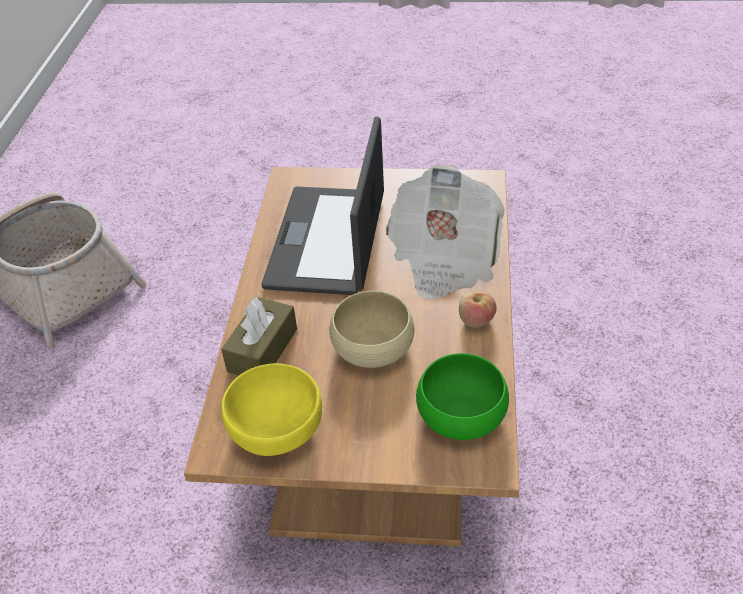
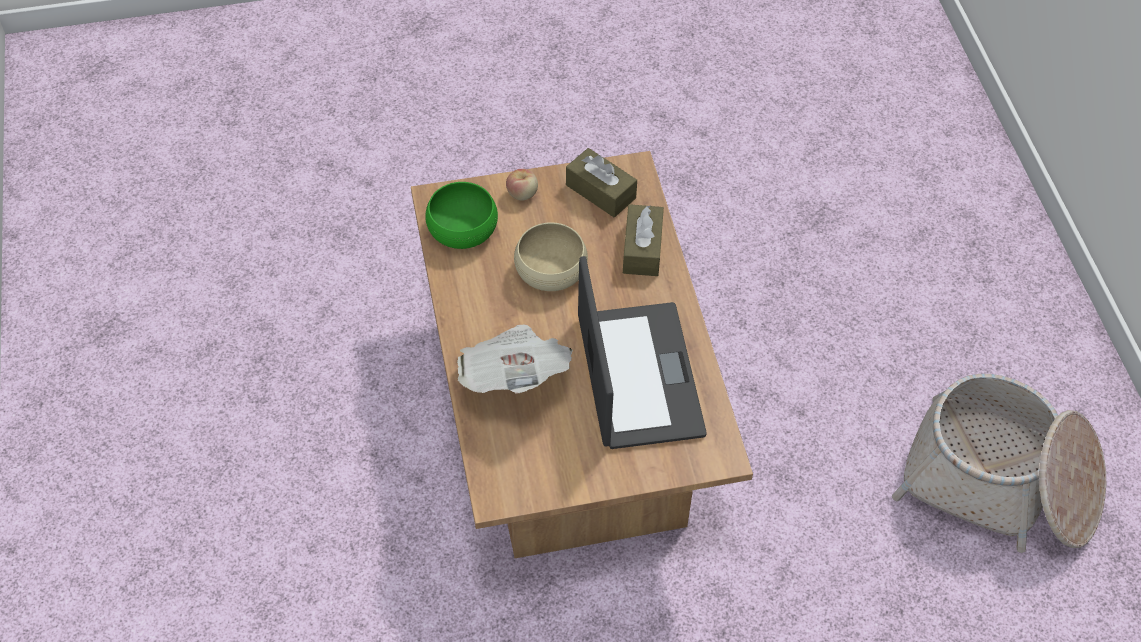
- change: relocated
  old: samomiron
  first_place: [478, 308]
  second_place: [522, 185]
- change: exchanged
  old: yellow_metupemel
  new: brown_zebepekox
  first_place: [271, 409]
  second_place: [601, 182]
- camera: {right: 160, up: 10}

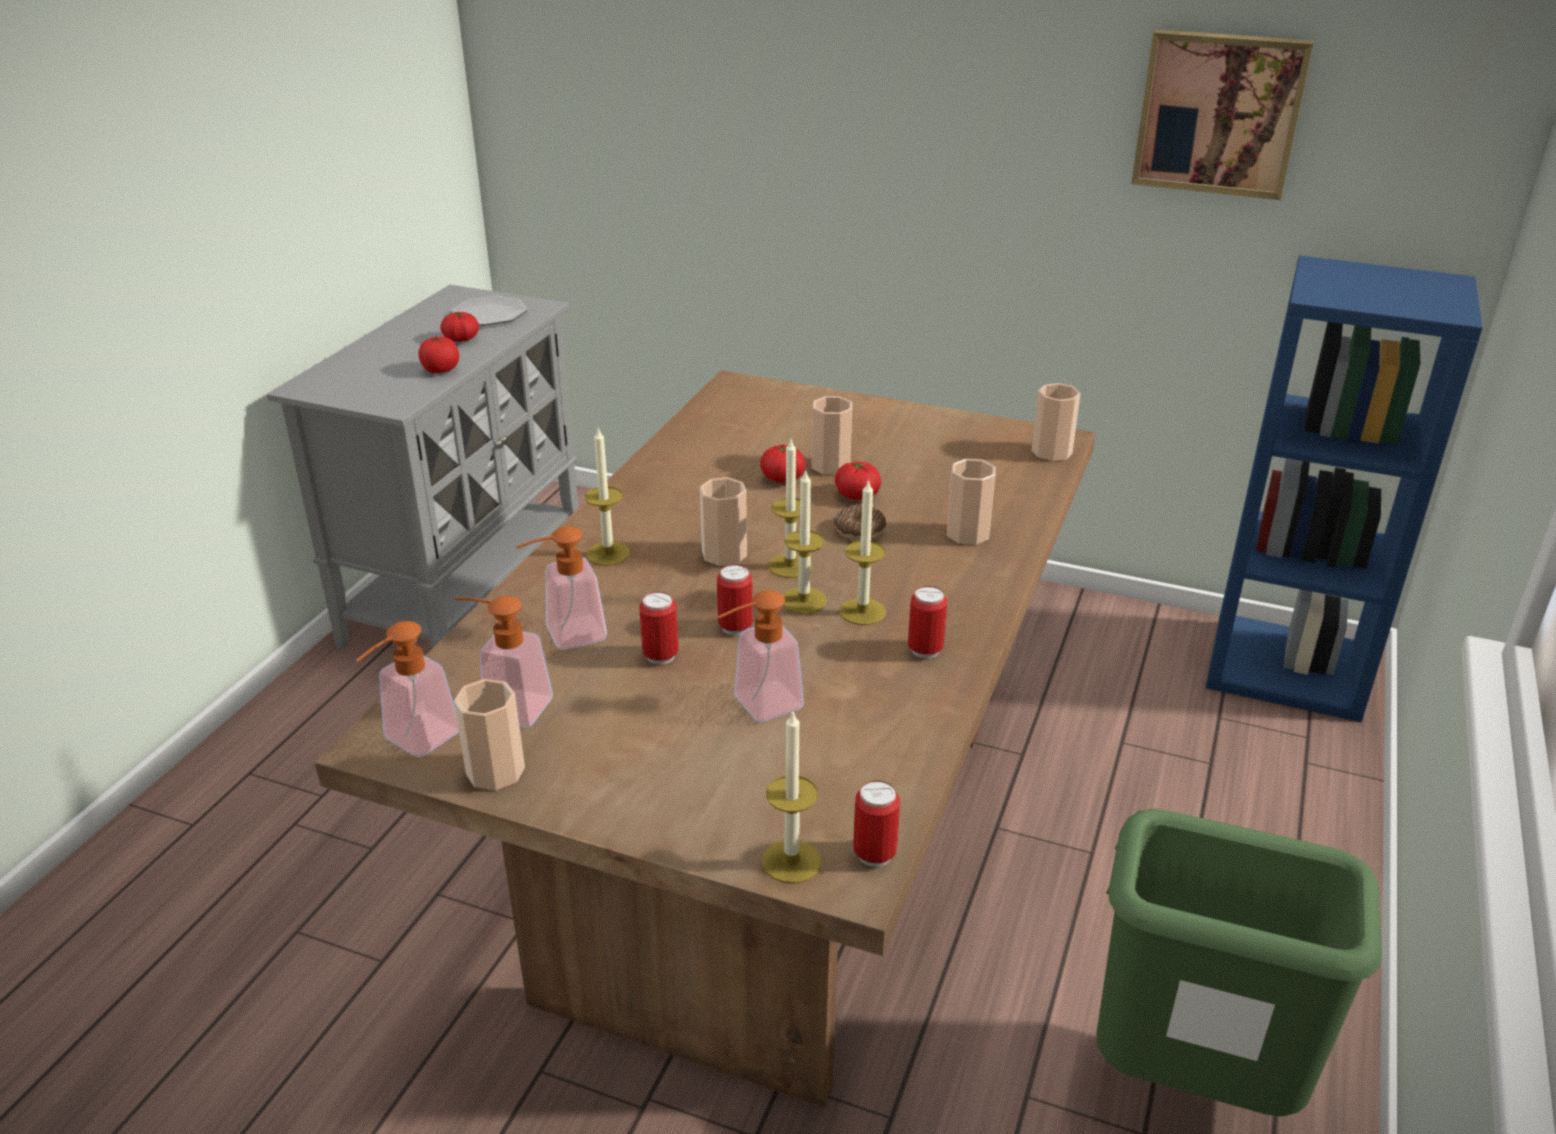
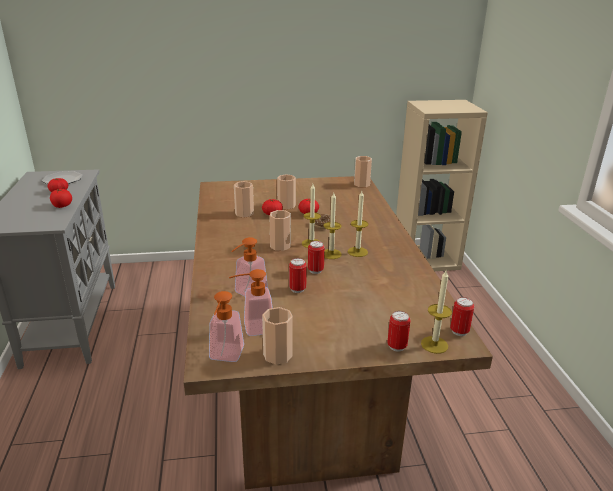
- change: missing
  old: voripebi
  first_place: [1222, 114]
- change: colour
  old: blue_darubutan
  new: beige_darubutan
  first_place: [1344, 489]
  second_place: [442, 185]
- change: missing
  old: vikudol
  first_place: [607, 496]
- change: relocated
  old: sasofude
  first_place: [971, 502]
  second_place: [244, 199]
- change: relocated
  old: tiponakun
  first_place: [927, 622]
  second_place: [399, 331]
- change: missing
  old: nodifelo
  first_place: [761, 656]
- change: missing
  old: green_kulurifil
  first_place: [1239, 963]
- camera: {right: -30, up: -5}

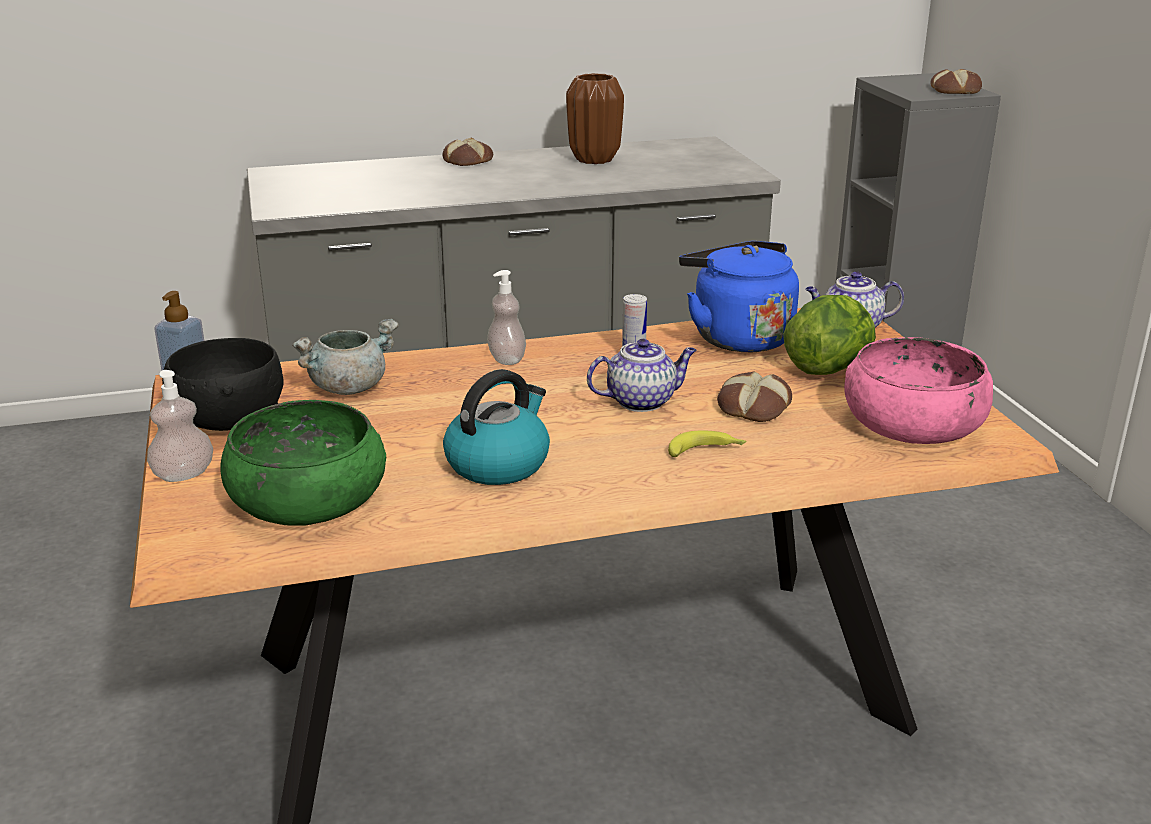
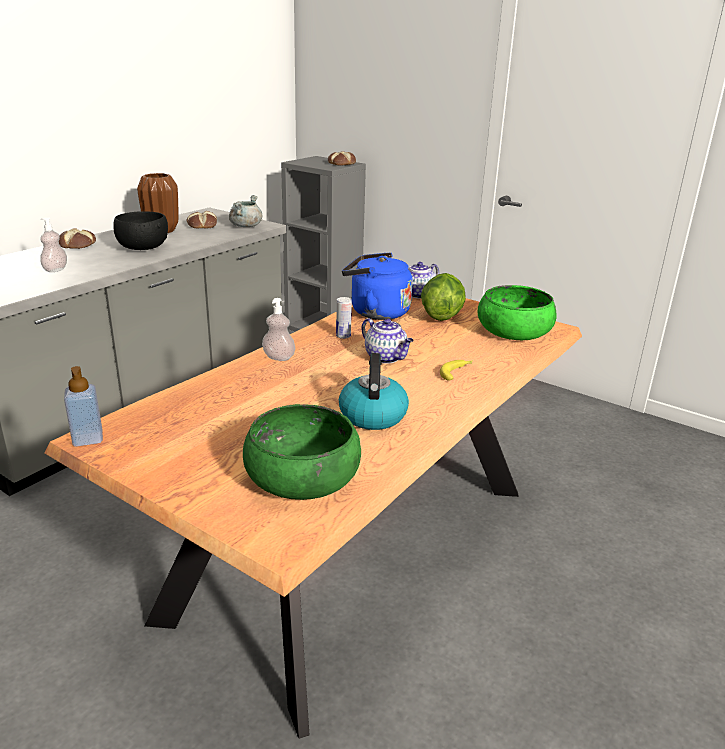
- change: relocated
  old: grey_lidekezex
  first_place: [345, 357]
  second_place: [246, 211]
- change: colour
  old: pink_metupemel
  new: green_metupemel
  first_place: [918, 390]
  second_place: [517, 312]
- change: relocated
  old: black_metupemel
  first_place: [222, 384]
  second_place: [140, 230]
- change: spun
  old: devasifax
  first_place: [642, 375]
  second_place: [388, 341]
  degrees: 105
- change: relocated
  old: nodifelo
  first_place: [180, 426]
  second_place: [53, 244]
- change: relocated
  old: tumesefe
  first_place: [754, 397]
  second_place: [202, 219]
- camera: {right: -40, up: 0}

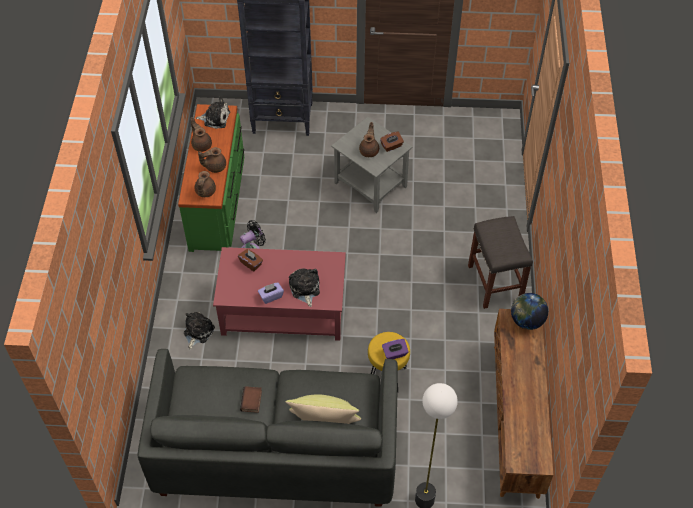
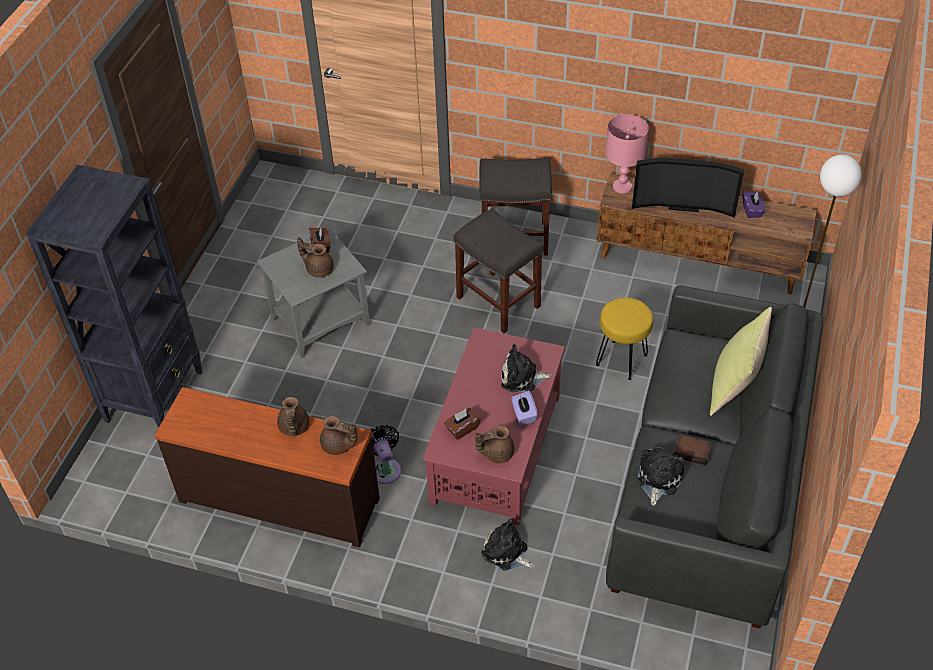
- change: relocated
  old: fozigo
  first_place: [213, 113]
  second_place: [660, 477]
- change: colour
  old: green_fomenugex
  new: brown_fomenugex
  first_place: [211, 178]
  second_place: [267, 467]
- change: relocated
  old: brown_devasifax
  first_place: [201, 134]
  second_place: [494, 444]
- change: exchanged
  old: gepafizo
  new: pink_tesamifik
  first_place: [529, 311]
  second_place: [627, 154]
- change: relocated
  old: purple_zebepekox
  first_place: [395, 349]
  second_place: [754, 204]
- change: appeared
  new: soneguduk
  second_place: [688, 188]
- change: appeared
  new: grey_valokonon
  second_place: [499, 270]
- camera: {right: -75, up: -5}

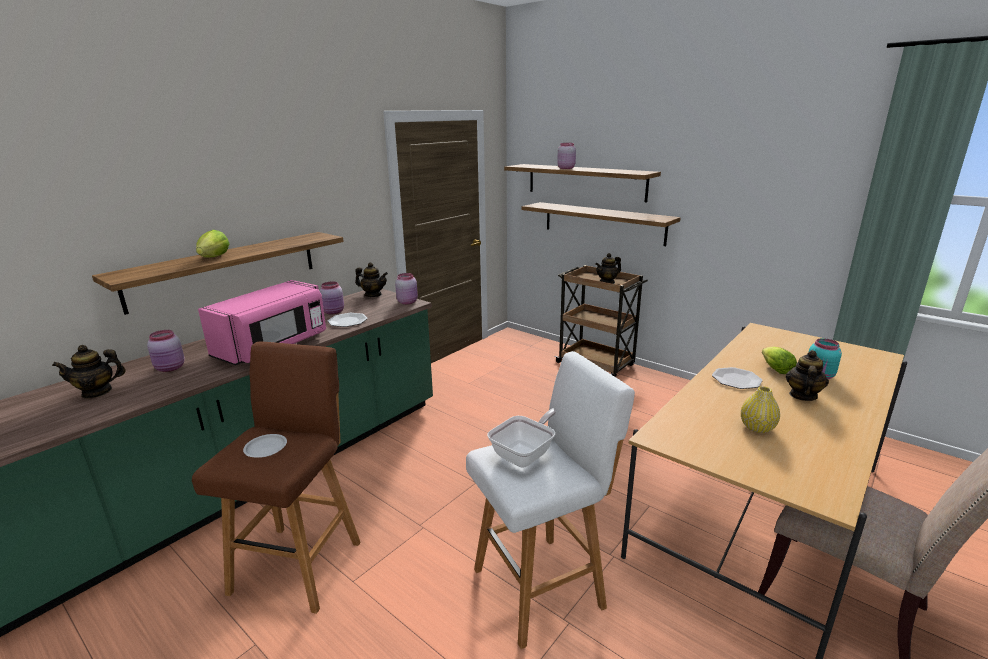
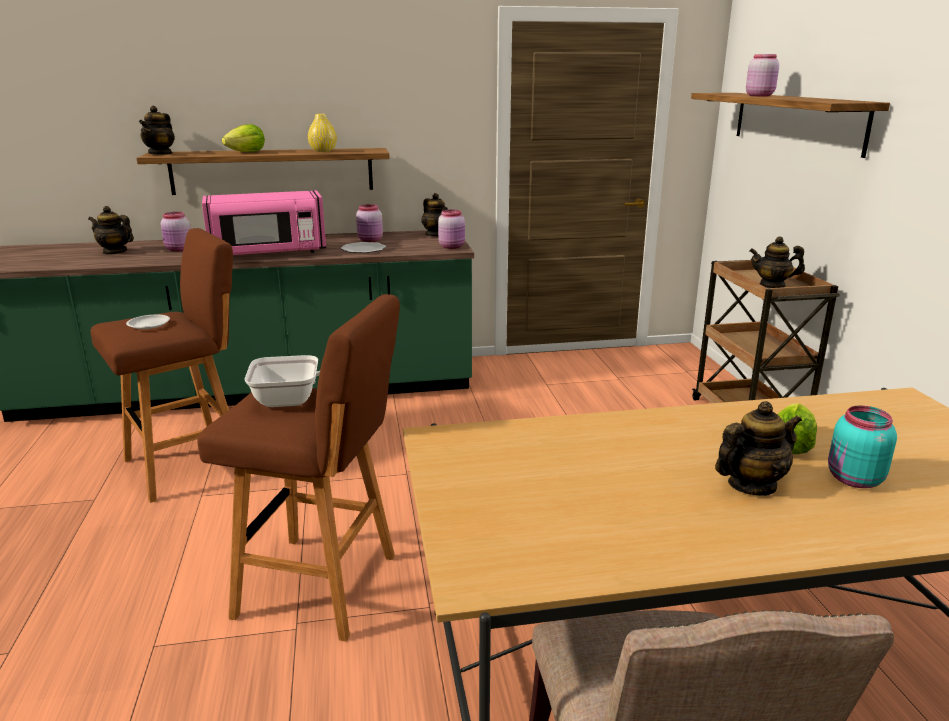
- change: missing
  old: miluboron
  first_place: [601, 224]
- change: colour
  old: white_valokonon
  new: brown_valokonon
  first_place: [550, 500]
  second_place: [298, 468]
- change: missing
  old: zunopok
  first_place: [737, 378]
- change: relocated
  old: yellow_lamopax
  first_place: [760, 409]
  second_place: [322, 133]
- change: appeared
  new: devasifax
  second_place: [157, 130]
- camera: {right: 40, up: 0}

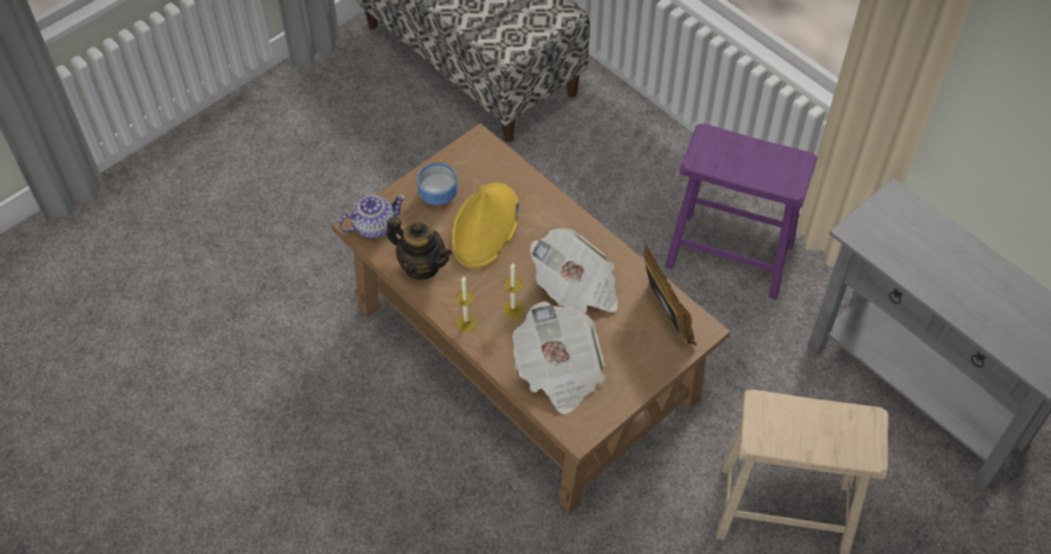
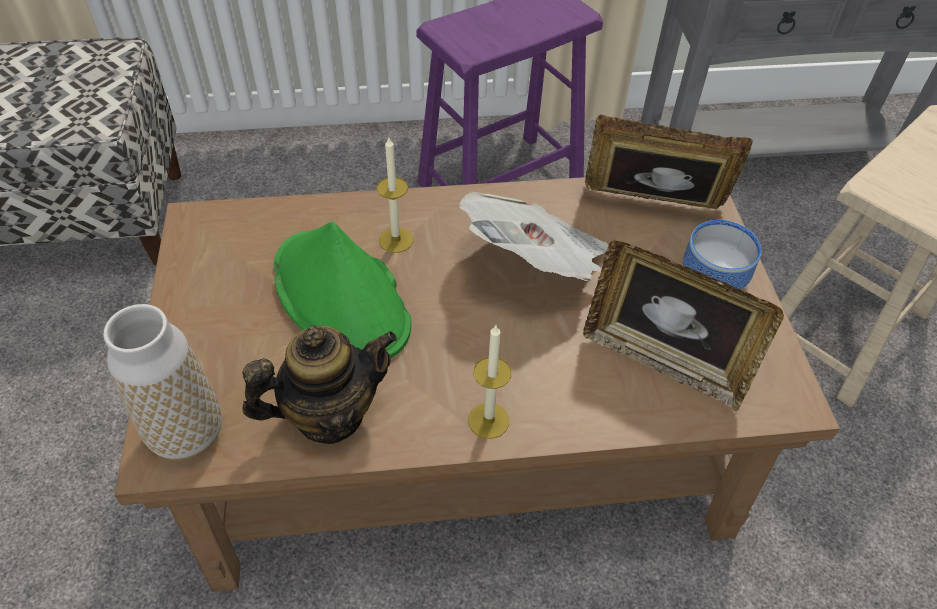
- change: relocated
  old: metupemel
  first_place: [437, 184]
  second_place: [722, 255]
- change: colour
  old: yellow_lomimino
  new: green_lomimino
  first_place: [485, 226]
  second_place: [342, 290]
- change: exchanged
  old: devasifax
  new: lamopax
  first_place: [372, 216]
  second_place: [162, 382]
- change: relocated
  old: vikudol
  first_place: [513, 291]
  second_place: [395, 194]
- change: exchanged
  old: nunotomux
  new: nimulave
  first_place: [559, 357]
  second_place: [683, 325]
- camera: {right: -55, up: -5}

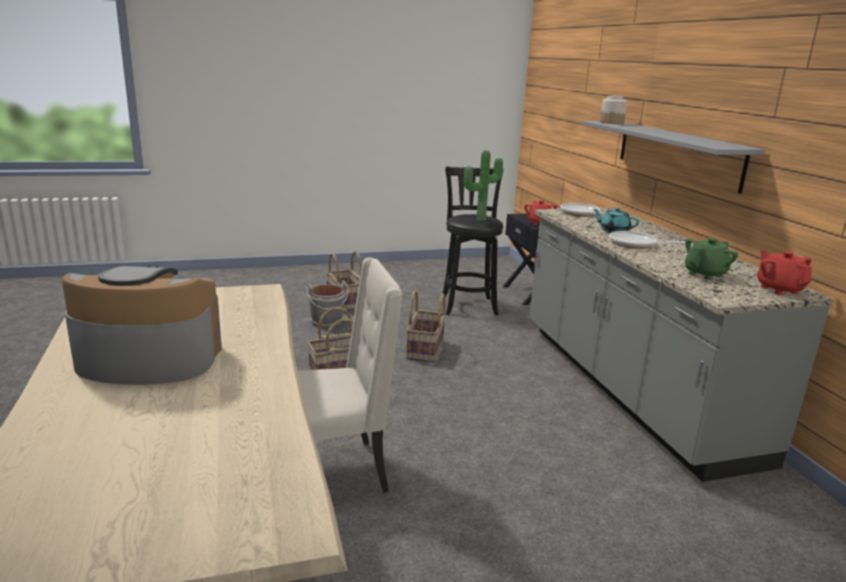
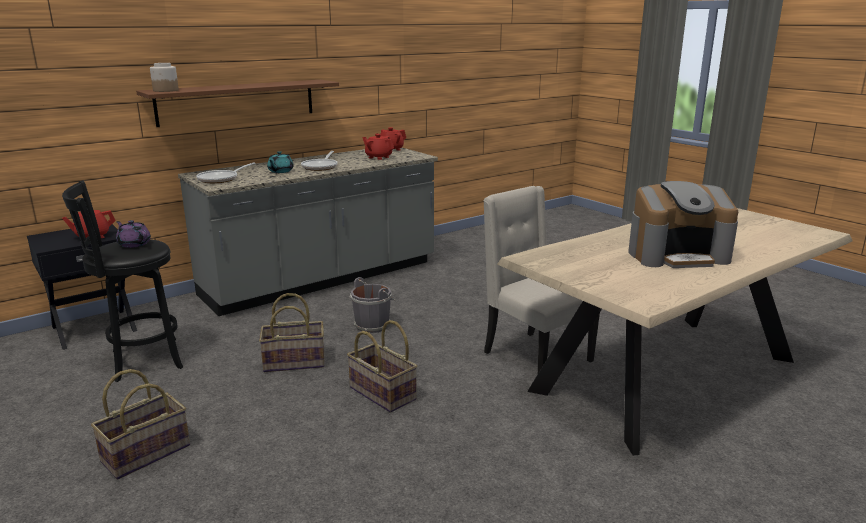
- change: colour
  old: grey_miluboron
  new: brown_miluboron
  first_place: [673, 157]
  second_place: [237, 103]
- change: exchanged
  old: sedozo
  new: purple_devasifax
  first_place: [483, 185]
  second_place: [133, 234]
- change: colour
  old: green_devasifax
  new: red_devasifax
  first_place: [711, 259]
  second_place: [378, 147]
- change: spun
  old: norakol
  first_place: [142, 325]
  second_place: [683, 224]
  degrees: -75
- change: relocated
  old: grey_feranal
  first_place: [327, 304]
  second_place: [372, 305]
- camera: {right: -110, up: 0}

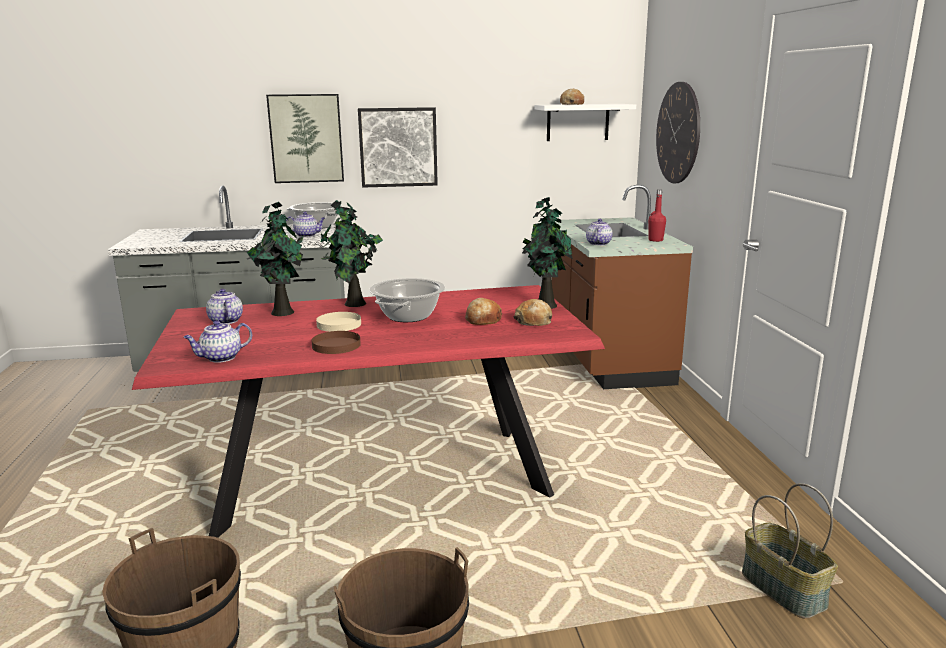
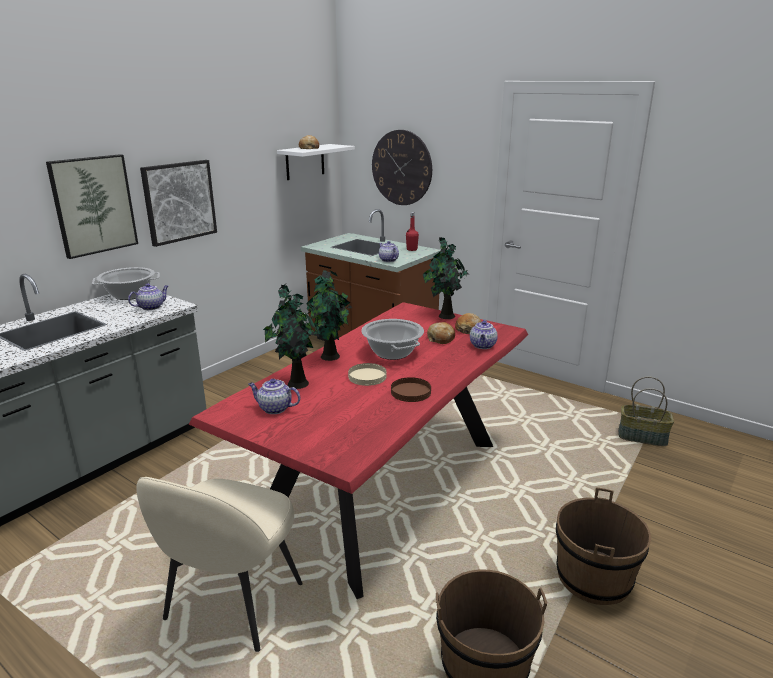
- change: relocated
  old: devasifax
  first_place: [217, 341]
  second_place: [484, 334]
- change: appeared
  new: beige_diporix
  second_place: [219, 564]
- camera: {right: -45, up: 5}

